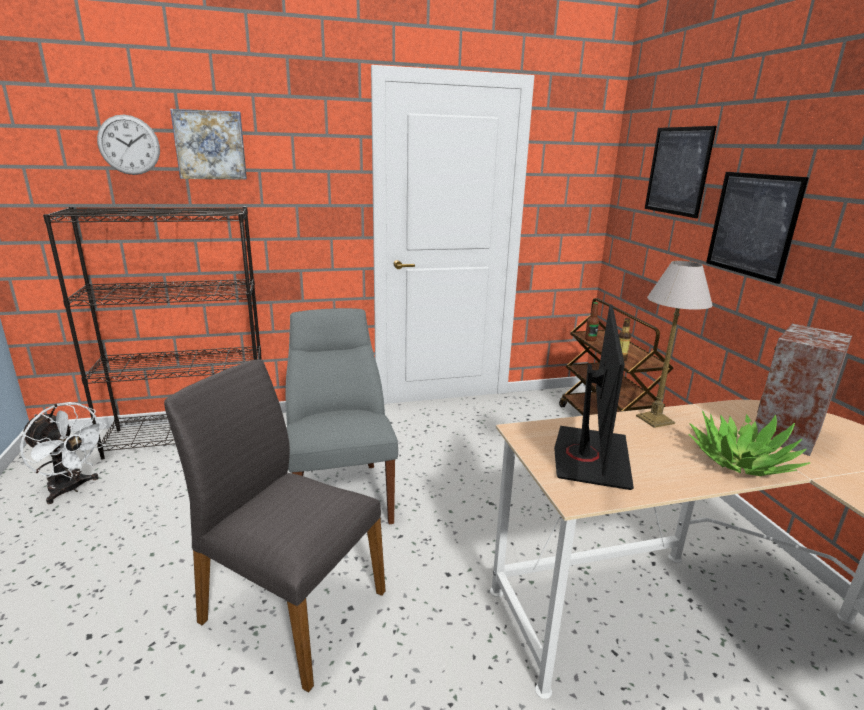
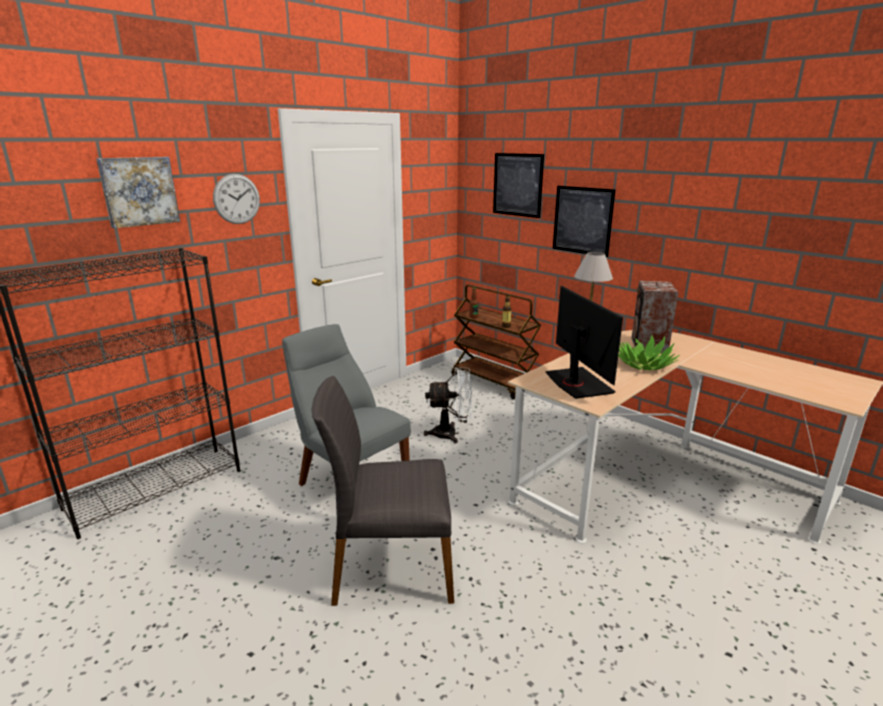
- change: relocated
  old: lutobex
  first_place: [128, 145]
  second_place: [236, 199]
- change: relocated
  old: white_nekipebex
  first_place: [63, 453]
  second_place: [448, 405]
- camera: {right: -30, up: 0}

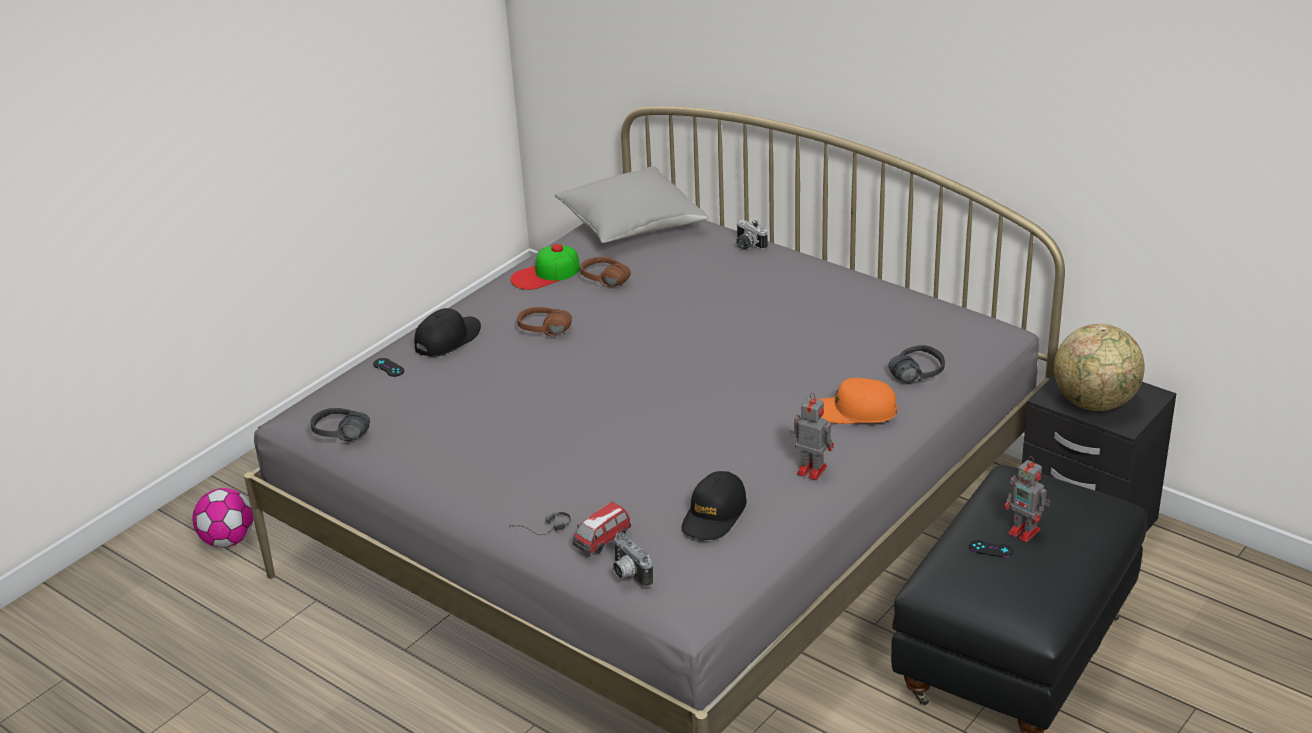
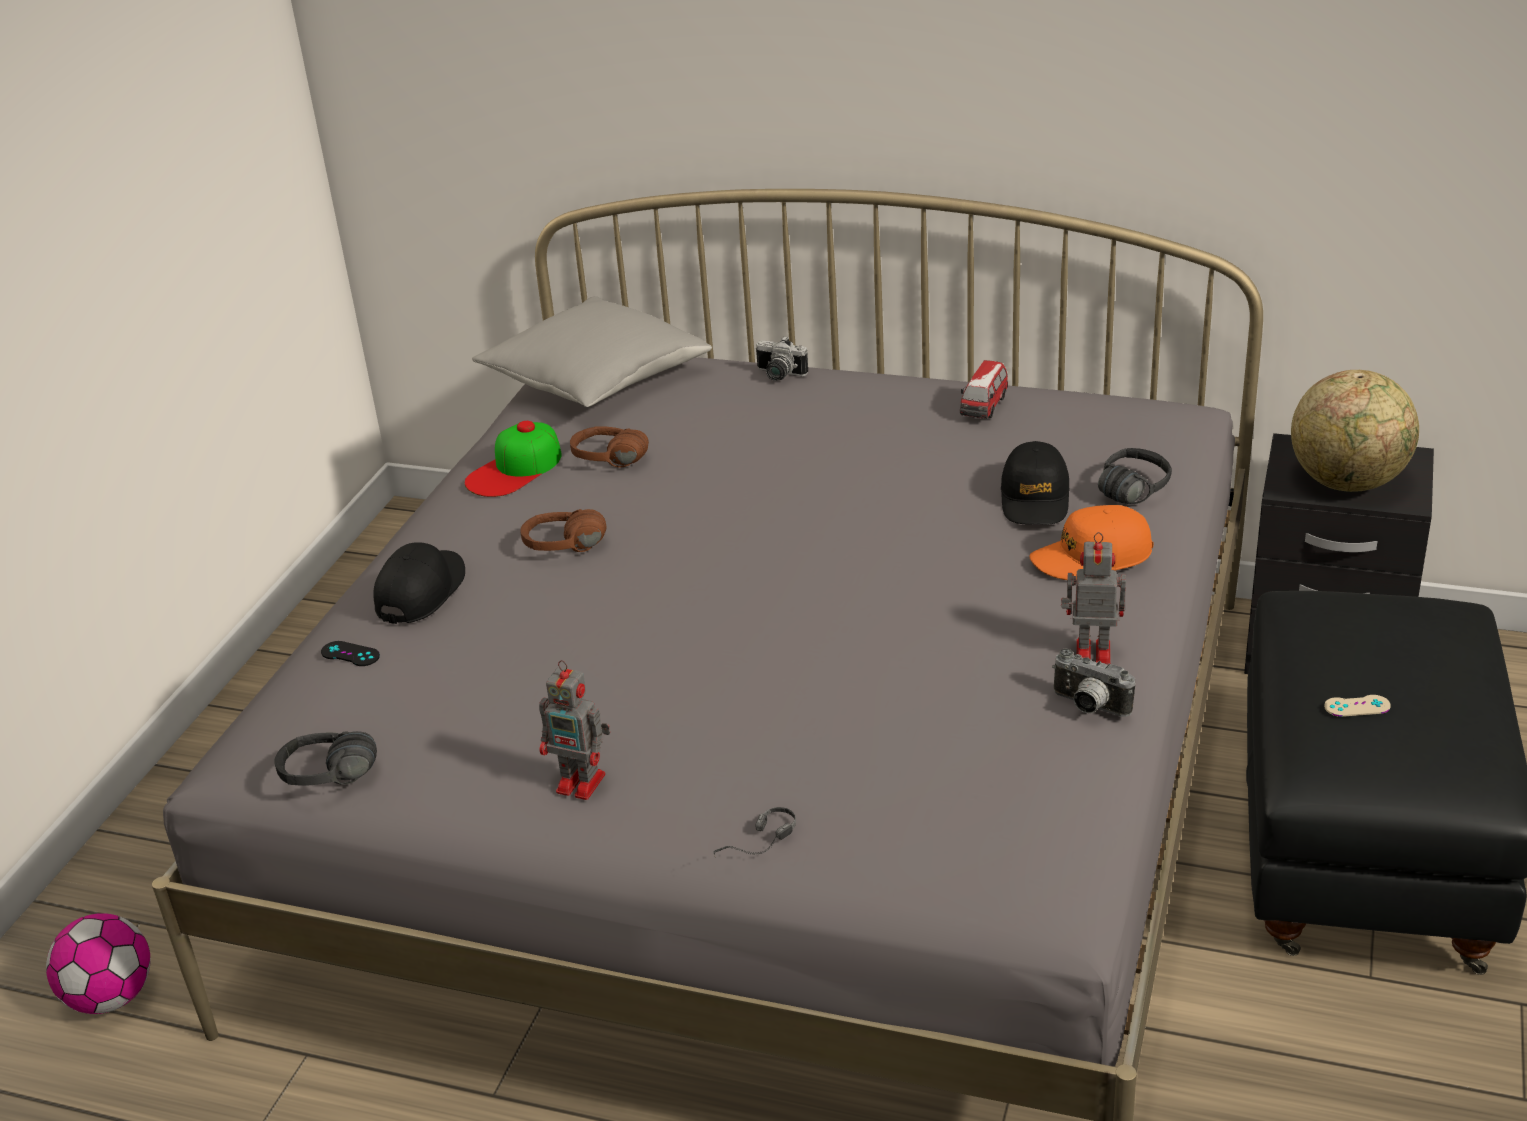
- change: relocated
  old: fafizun
  first_place: [1027, 499]
  second_place: [574, 730]
- change: relocated
  old: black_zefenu
  first_place: [714, 505]
  second_place: [1035, 483]
- change: relocated
  old: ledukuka
  first_place: [602, 528]
  second_place: [984, 389]
- change: relocated
  old: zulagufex
  first_place: [633, 559]
  second_place: [1093, 683]
- change: colour
  old: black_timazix
  new: beige_timazix
  first_place: [991, 549]
  second_place: [1357, 706]
- camera: {right: -20, up: 0}

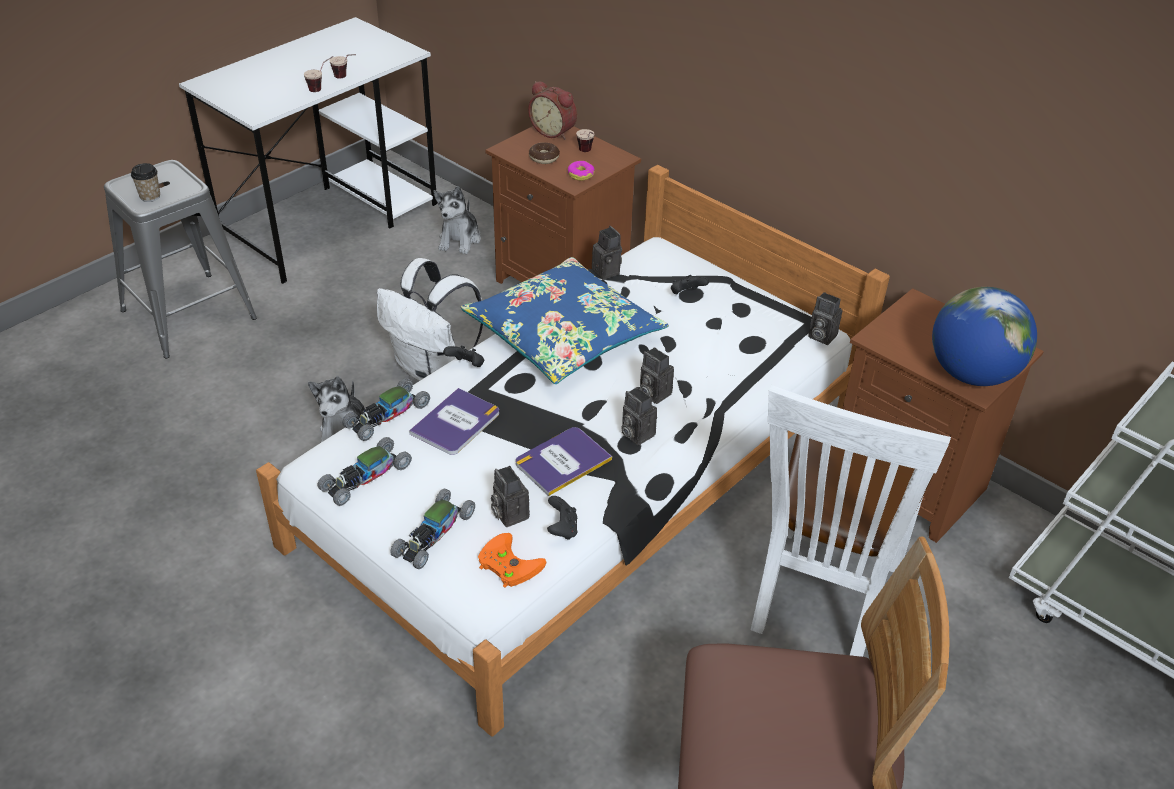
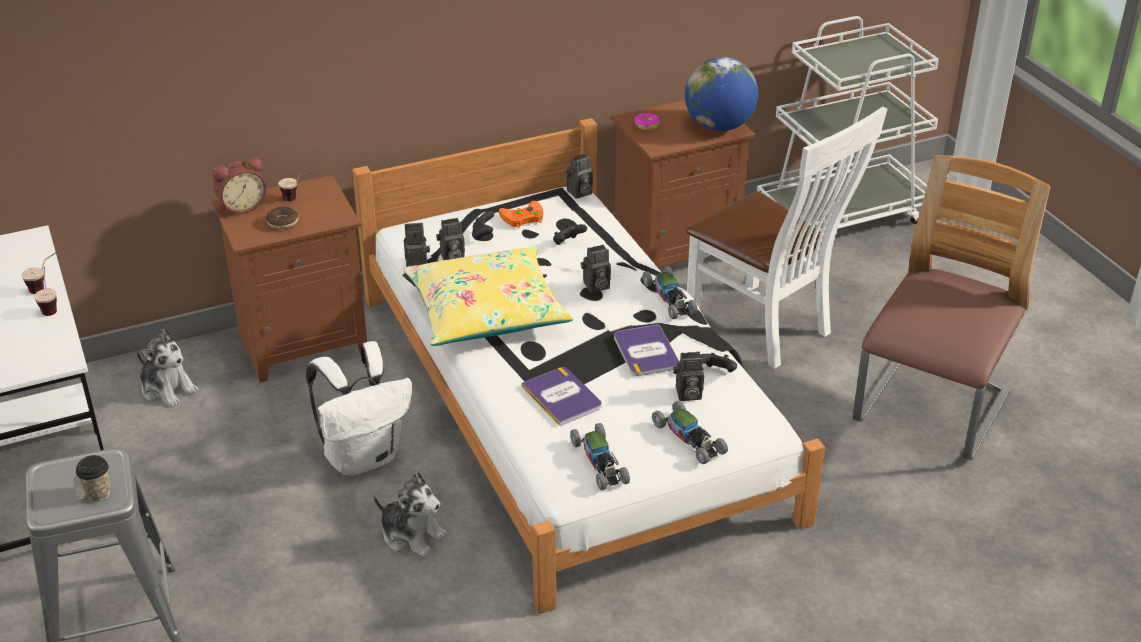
- change: relocated
  old: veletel
  first_place: [581, 170]
  second_place: [647, 121]
- change: colour
  old: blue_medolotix
  new: yellow_medolotix
  first_place: [565, 320]
  second_place: [488, 296]
- change: relocated
  old: black_timazix
  first_place: [463, 356]
  second_place: [570, 234]
- change: relocated
  old: ledukuka
  first_place: [386, 409]
  second_place: [670, 292]
- change: relocated
  old: zulagufex
  first_place: [639, 416]
  second_place: [450, 239]
- change: relocated
  old: orange_timazix
  first_place: [512, 560]
  second_place: [521, 214]
- camera: {right: -65, up: -5}

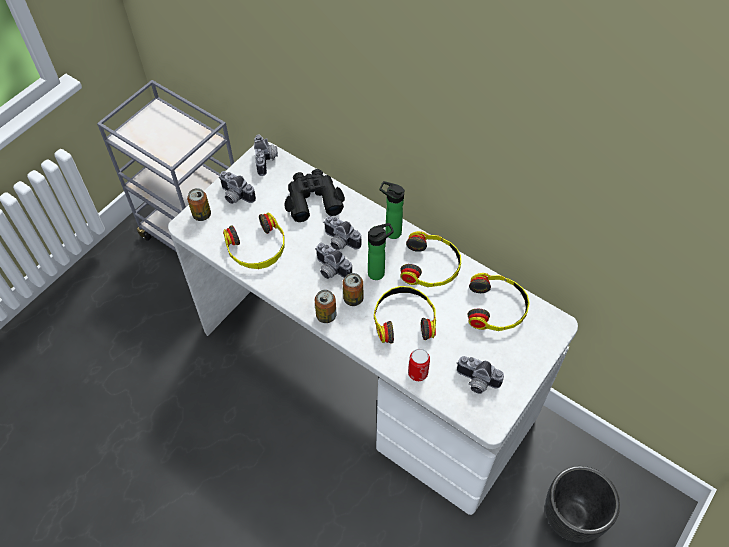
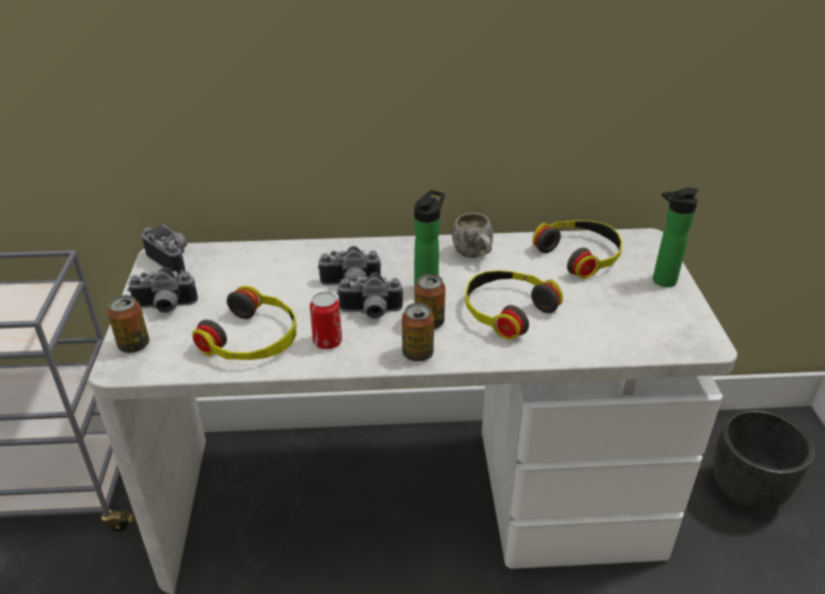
- change: missing
  old: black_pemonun
  first_place: [315, 195]
- change: relocated
  old: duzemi
  first_place: [392, 210]
  second_place: [675, 237]
- change: exchanged
  old: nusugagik
  new: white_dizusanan
  first_place: [430, 259]
  second_place: [472, 235]
- change: relocated
  old: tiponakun
  first_place: [419, 364]
  second_place: [326, 320]
- change: missing
  old: zulagufex
  first_place: [480, 375]
- camera: {right: -40, up: -20}

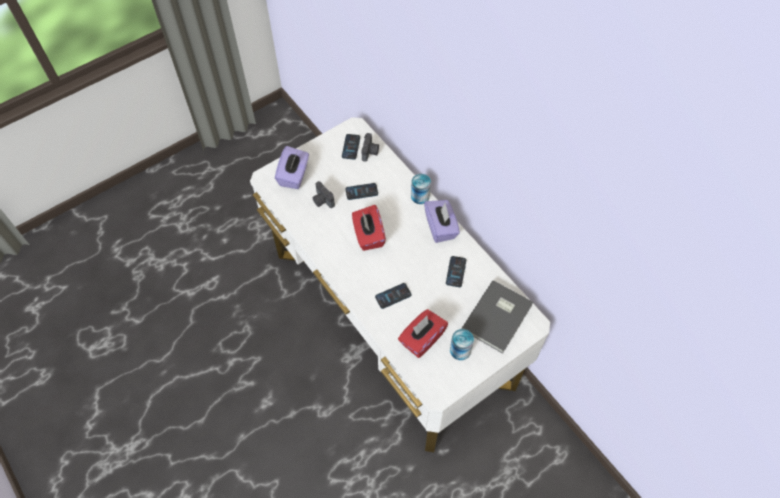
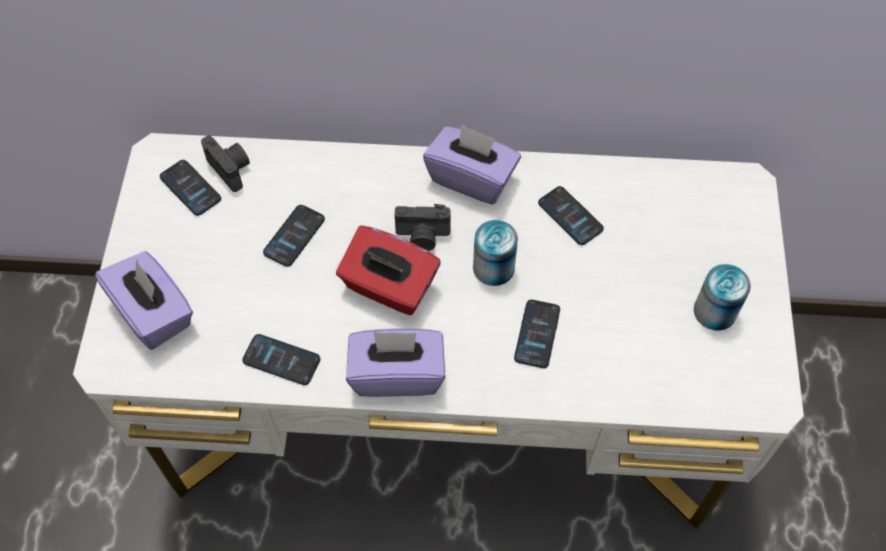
- change: relocated
  old: tiponakun
  first_place: [421, 189]
  second_place: [495, 253]
- change: relocated
  old: zulagufex
  first_place: [323, 194]
  second_place: [423, 227]
- change: missing
  old: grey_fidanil
  first_place: [497, 317]
- change: missing
  old: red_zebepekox
  first_place: [423, 333]
- change: appeared
  new: purple_zebepekox
  second_place: [395, 362]
- change: appeared
  new: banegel
  second_place: [281, 359]
- camera: {right: -50, up: 0}

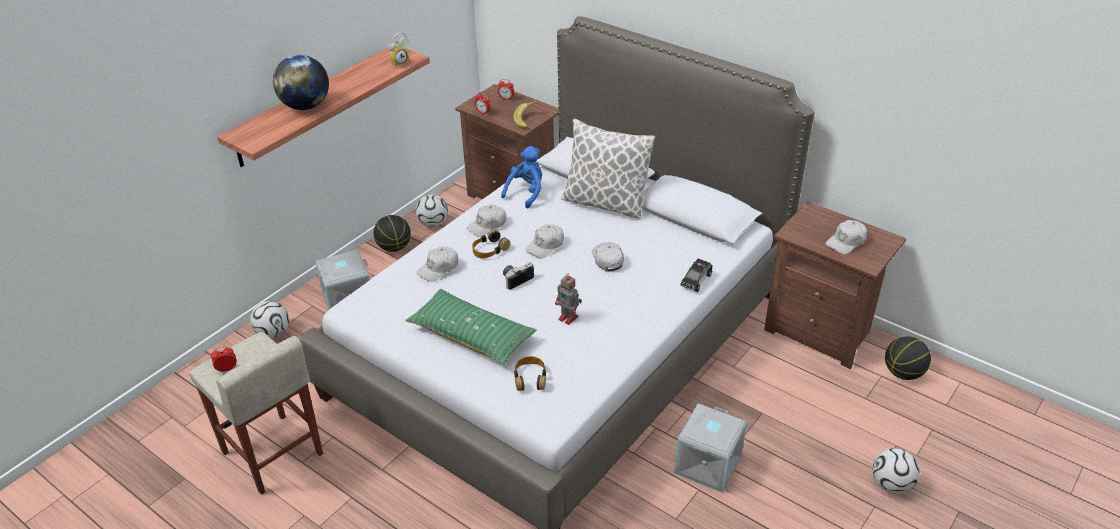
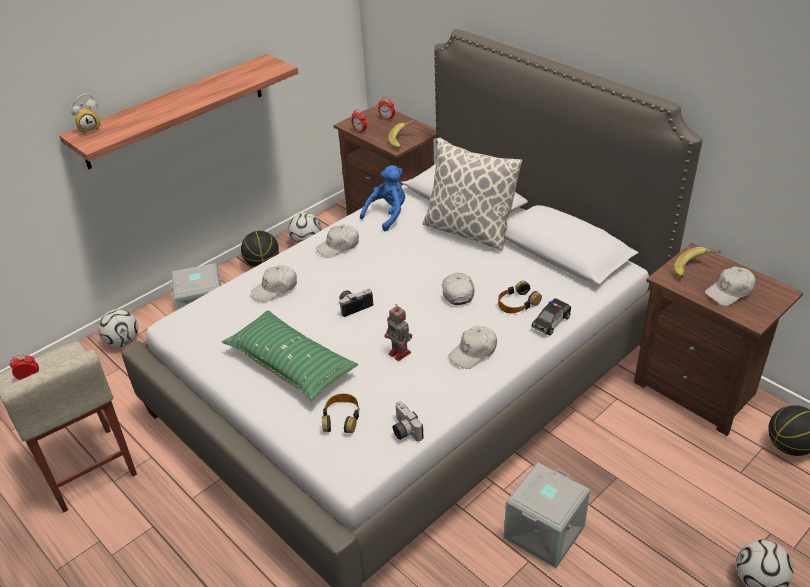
- change: relocated
  old: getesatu
  first_place: [398, 49]
  second_place: [86, 114]
- change: missing
  old: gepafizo
  first_place: [301, 82]
- change: relocated
  old: white_zefenu
  first_place: [545, 241]
  second_place: [473, 347]
- change: relocated
  old: nusugagik
  first_place: [491, 244]
  second_place: [520, 297]
- change: appeared
  new: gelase
  second_place: [697, 262]
- change: appeared
  new: zulagufex
  second_place: [408, 421]
- camera: {right: 10, up: 0}

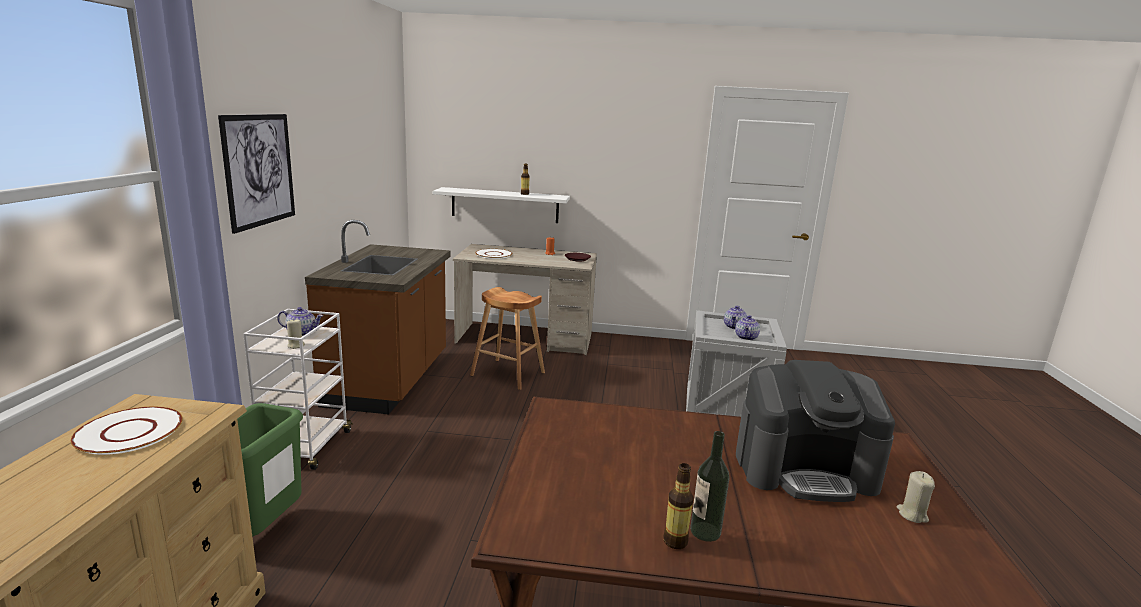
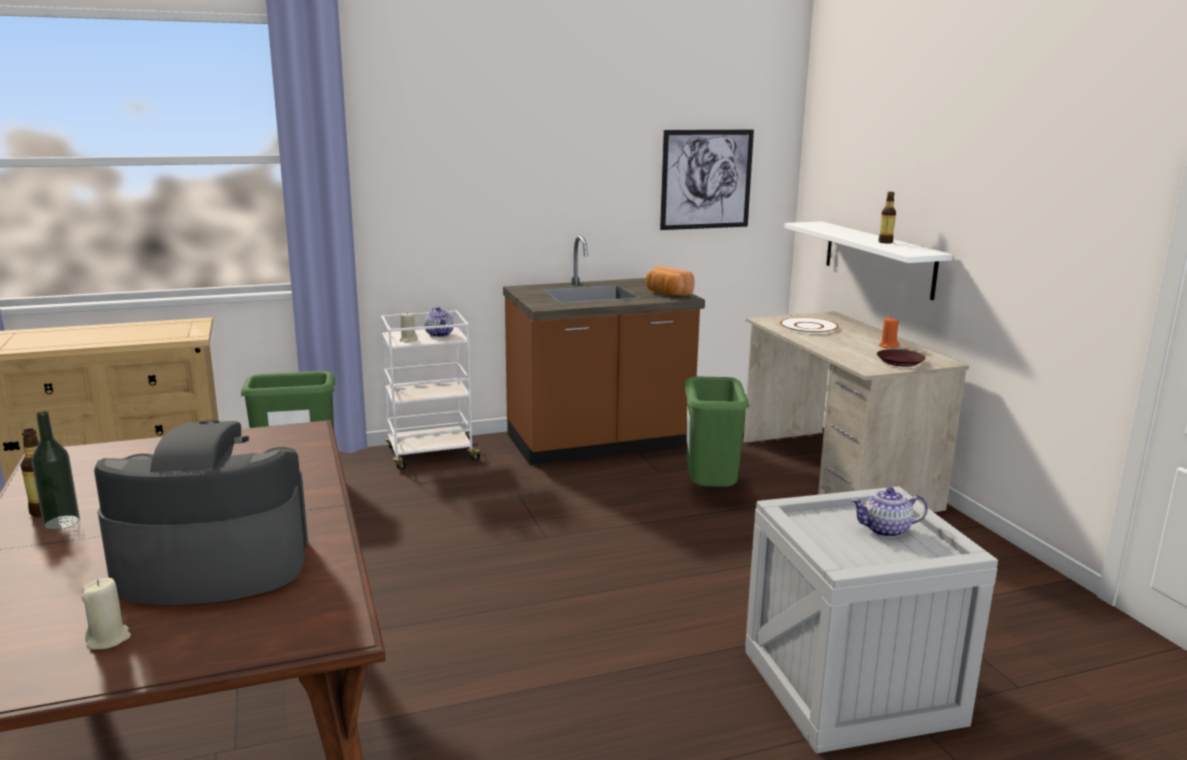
- change: relocated
  old: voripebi
  first_place: [256, 174]
  second_place: [707, 180]
- change: exchanged
  old: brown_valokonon
  new: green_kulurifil
  first_place: [507, 338]
  second_place: [716, 432]
- change: missing
  old: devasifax
  first_place: [747, 327]
- change: spun
  old: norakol
  first_place: [815, 431]
  second_place: [201, 512]
  degrees: 105
- change: missing
  old: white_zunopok
  first_place: [127, 431]
- change: appeared
  new: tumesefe
  second_place: [670, 281]
- camera: {right: 65, up: 0}

